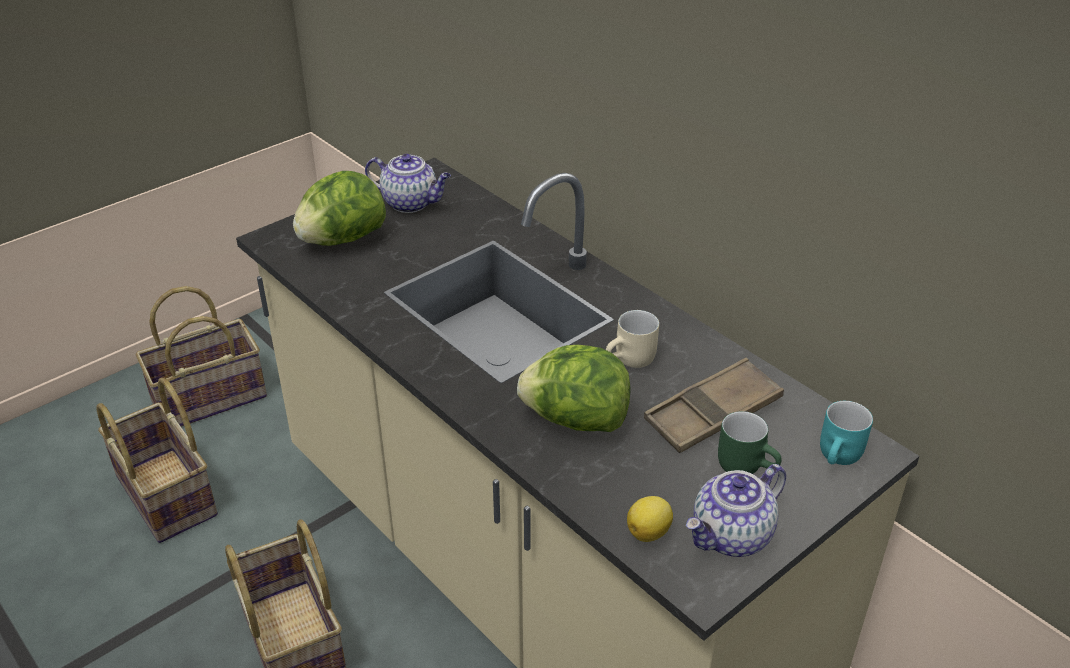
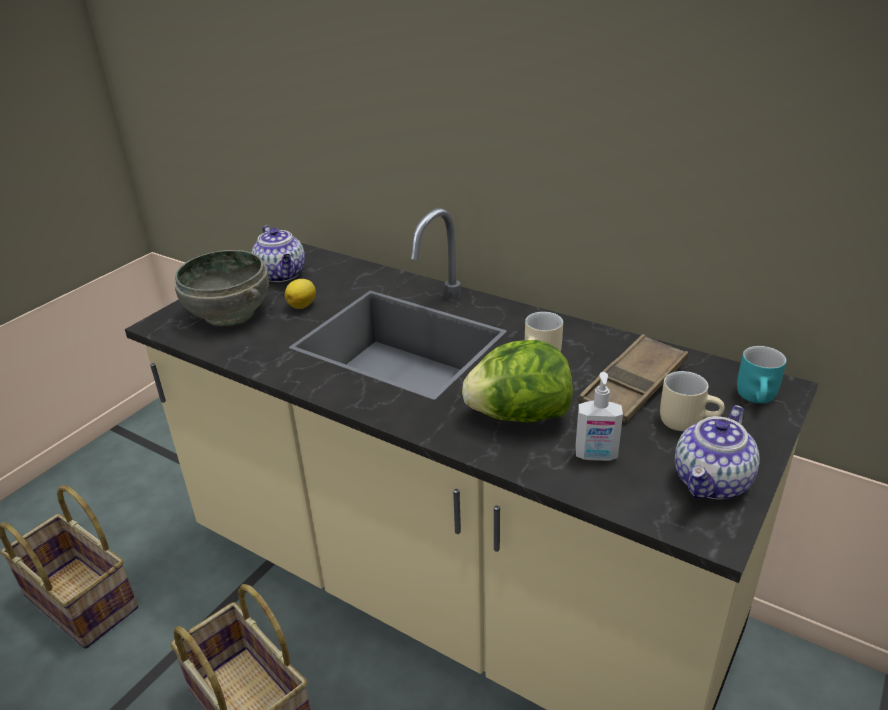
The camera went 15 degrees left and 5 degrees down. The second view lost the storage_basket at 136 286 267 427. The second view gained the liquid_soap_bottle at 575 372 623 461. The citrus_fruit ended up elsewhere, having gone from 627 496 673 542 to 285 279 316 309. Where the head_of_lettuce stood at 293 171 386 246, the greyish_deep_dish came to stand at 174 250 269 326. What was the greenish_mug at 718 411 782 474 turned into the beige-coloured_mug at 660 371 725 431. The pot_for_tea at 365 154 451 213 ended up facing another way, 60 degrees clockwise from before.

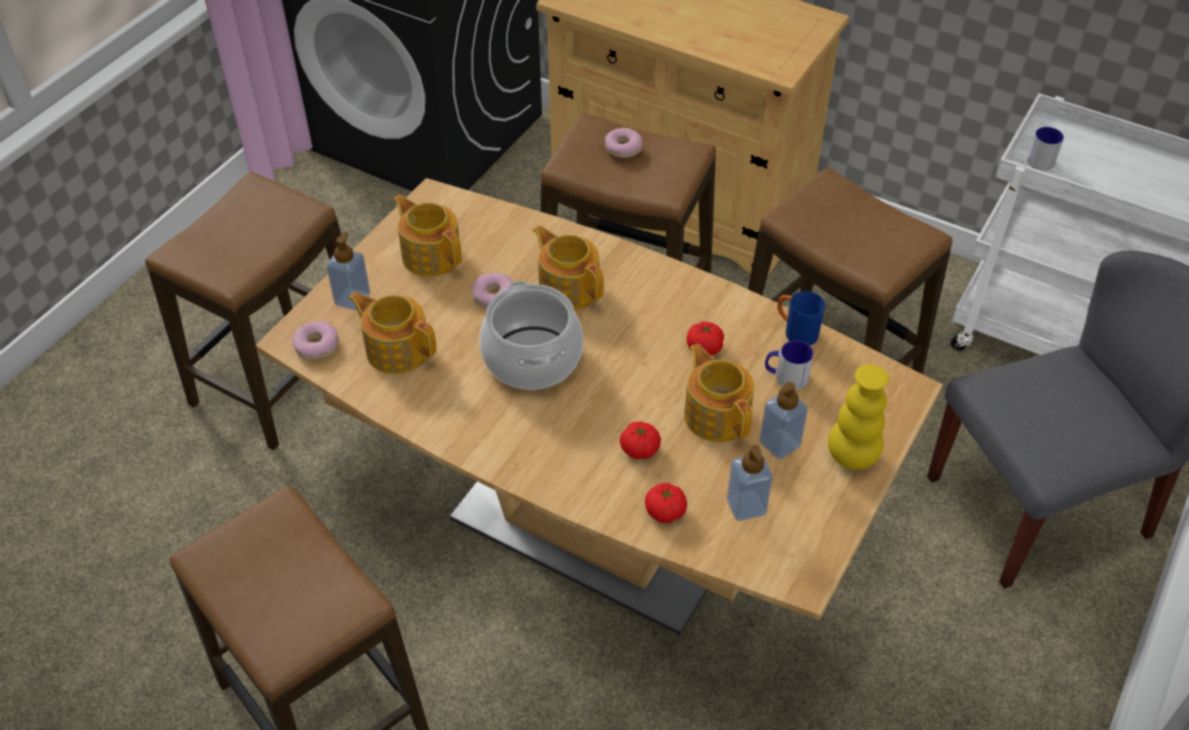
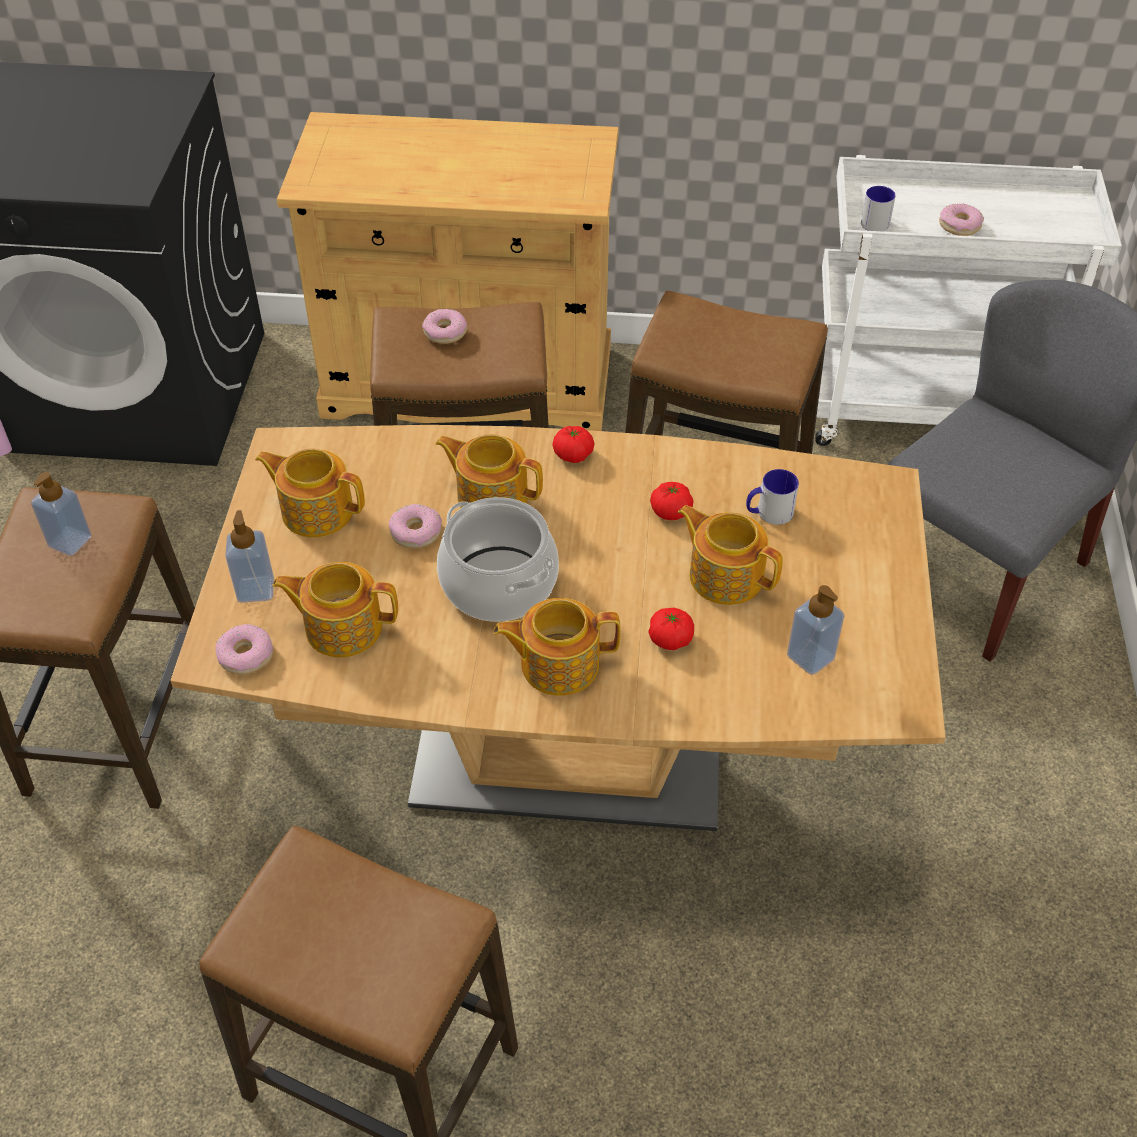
The camera went 25 degrees left and 0 degrees up. The second view lost the bluish_mug at 778 291 825 345. The second view lost the yellow_vase at 828 364 889 469. The second view gained the pot_for_tea at 493 598 621 696. The second view gained the donut at 939 203 984 236. The tomato ended up elsewhere, having gone from 645 483 687 523 to 552 426 594 463. The liquid_soap_bottle ended up elsewhere, having gone from 759 382 808 459 to 31 472 92 556.

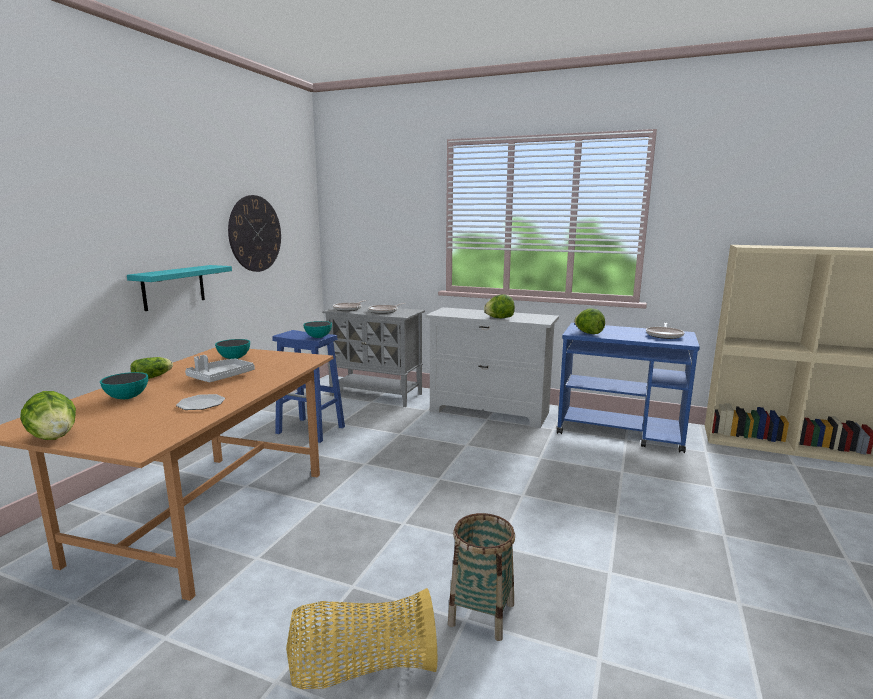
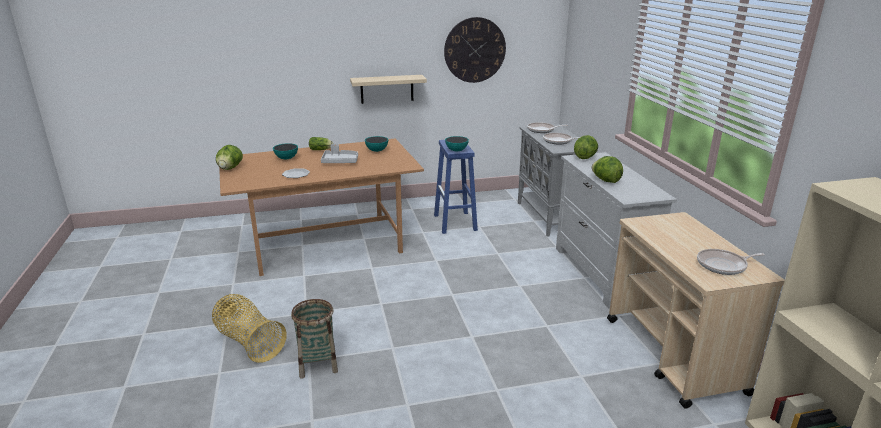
The camera went 55 degrees right and 10 degrees up. The head_of_lettuce ended up elsewhere, having gone from 574 308 605 334 to 574 135 598 159. What was the blue-green_wall_shelf at 127 265 232 311 turned into the beige-coloured_wall_shelf at 350 75 427 104. What was the bluish_trolley at 557 323 700 453 turned into the beige-coloured_trolley at 607 212 785 409.

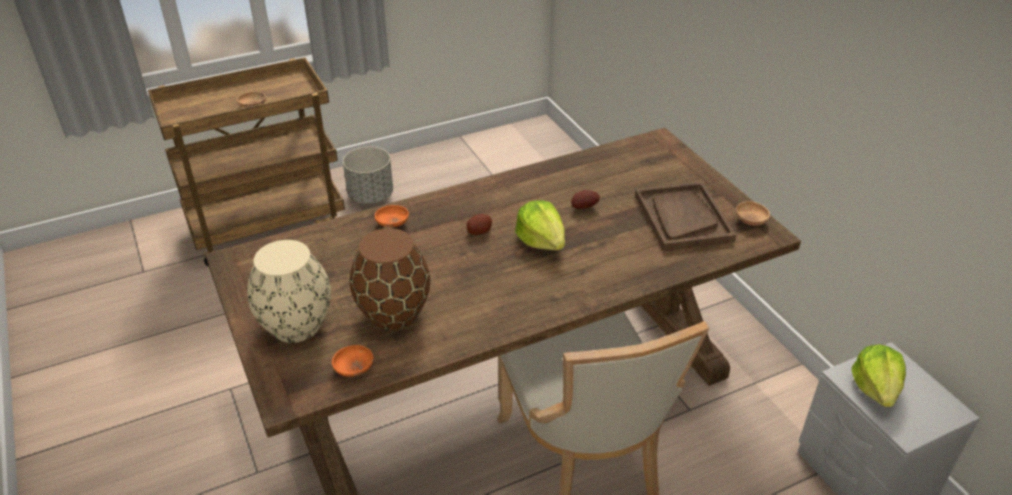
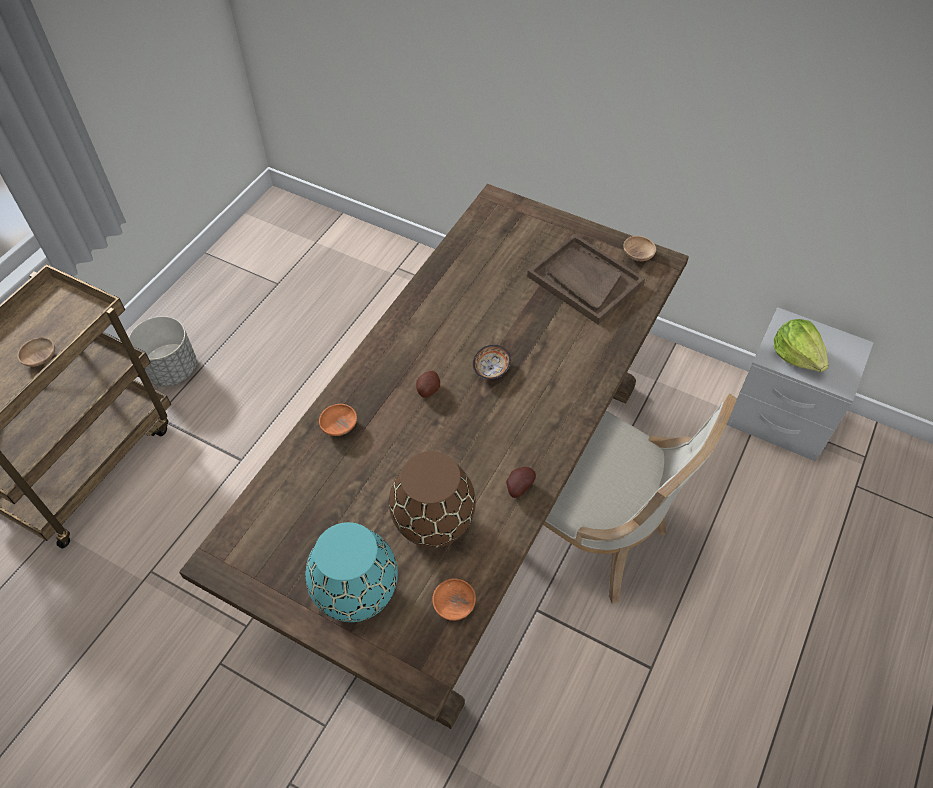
The camera went 35 degrees left and 15 degrees up. The whole_potato ended up elsewhere, having gone from 571 190 600 209 to 506 467 536 498. Where the head_of_lettuce stood at 515 200 565 250, the deep_dish came to stand at 473 345 511 380. What was the beige-coloured_vase at 247 240 331 343 turned into the blue-green_vase at 305 522 398 622.

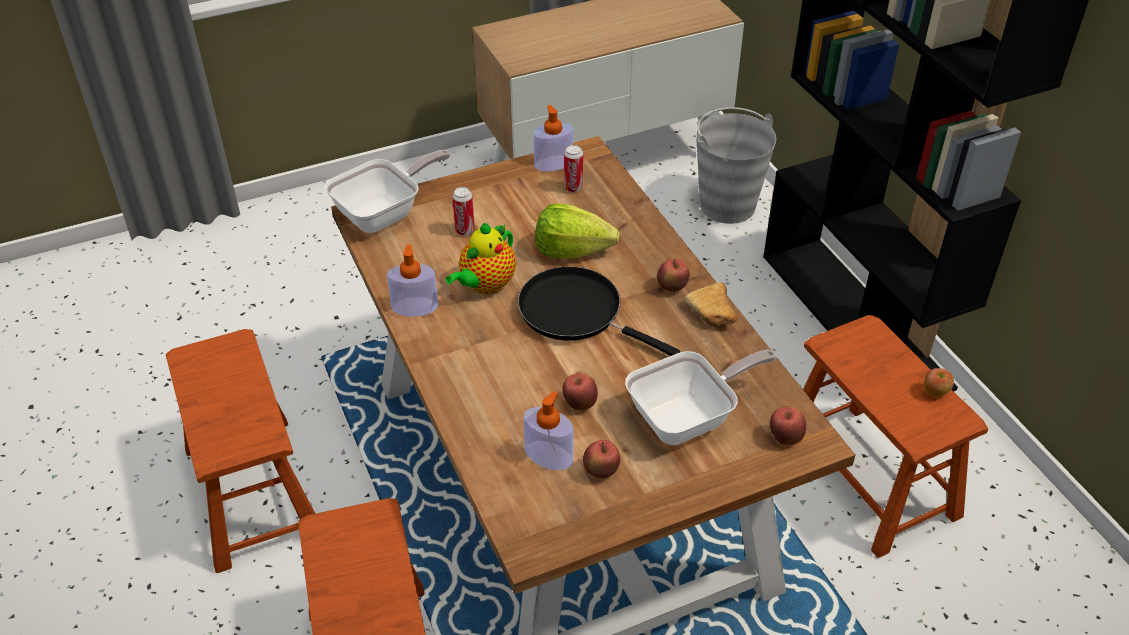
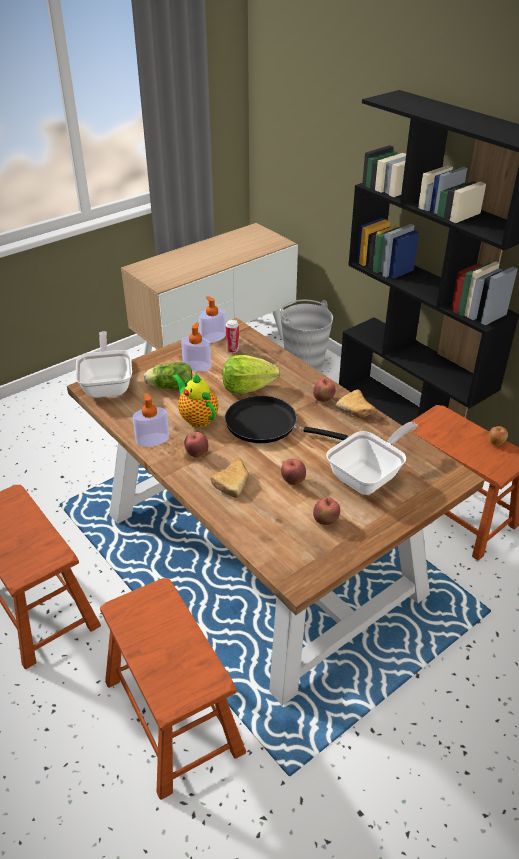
The camera went 15 degrees left and 5 degrees down. The second view gained the bread at 210 458 249 498. The liquid_soap_bottle ended up elsewhere, having gone from 524 391 573 470 to 181 323 211 371. The whole_apple ended up elsewhere, having gone from 770 406 806 445 to 184 432 208 458. Where the sealed_can stood at 452 187 475 236, the head_of_lettuce came to stand at 144 362 193 389. The skillet at 325 150 450 233 ended up facing another way, 45 degrees counterclockwise from before. The pot_for_tea at 445 223 516 295 ended up facing another way, 120 degrees clockwise from before.

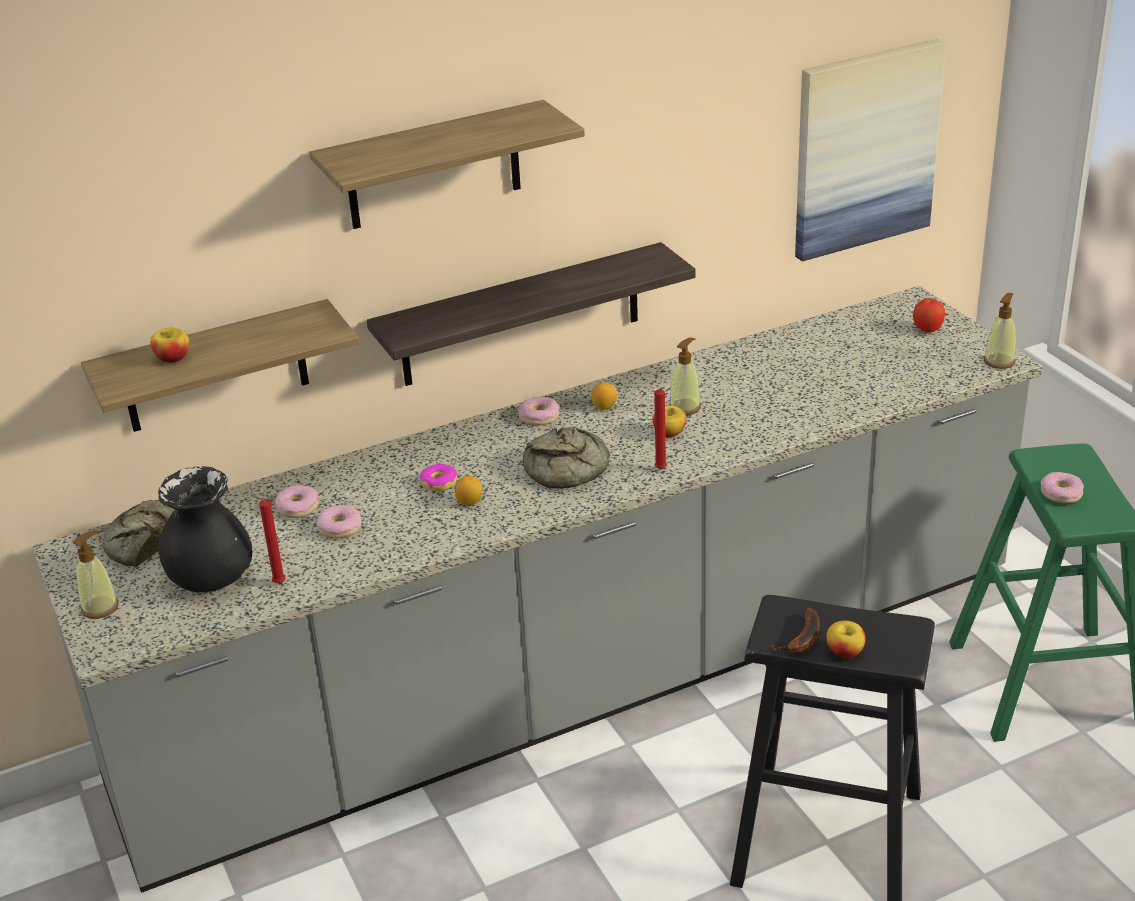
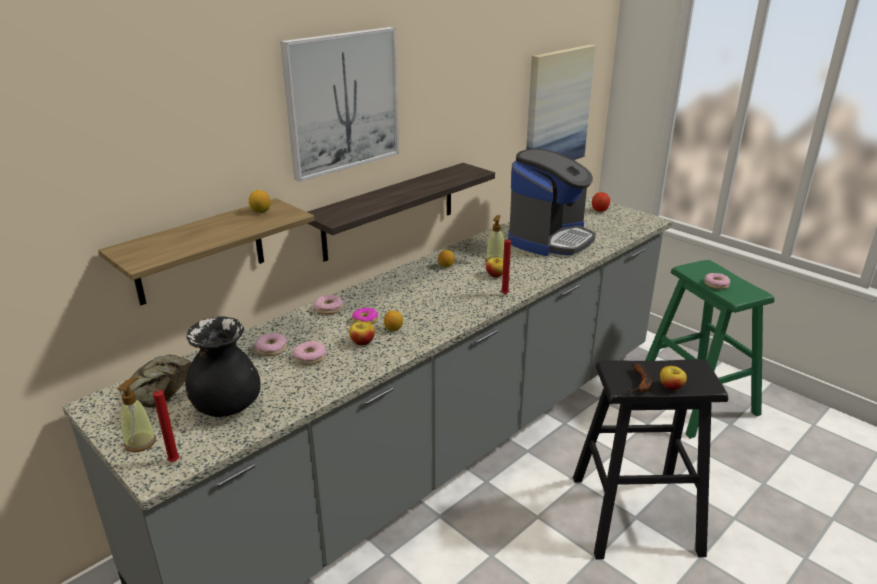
The camera went 20 degrees left and 5 degrees down. The second view lost the bread at 523 427 609 489. The second view lost the liquid_soap_bottle at 984 293 1016 369. The second view gained the citrus_fruit at 249 190 270 213. The second view gained the coffee_machine at 508 149 596 256. The whole_apple ended up elsewhere, having gone from 150 328 189 363 to 349 322 375 345. The red-coloured_wax_light ended up elsewhere, having gone from 251 495 286 584 to 145 387 180 462. The donut ended up elsewhere, having gone from 518 397 559 426 to 314 295 343 315. Where the wall_shelf hung at 309 100 585 229, the wall_art came to hang at 280 27 399 181.

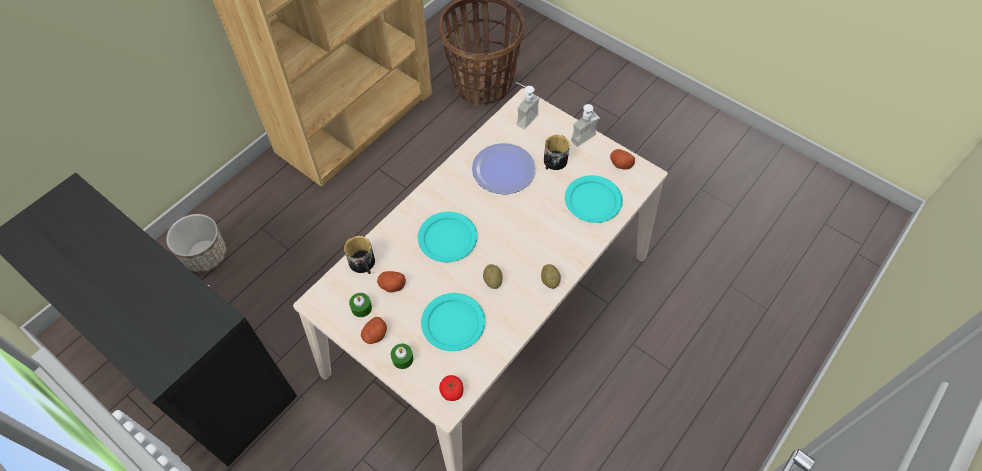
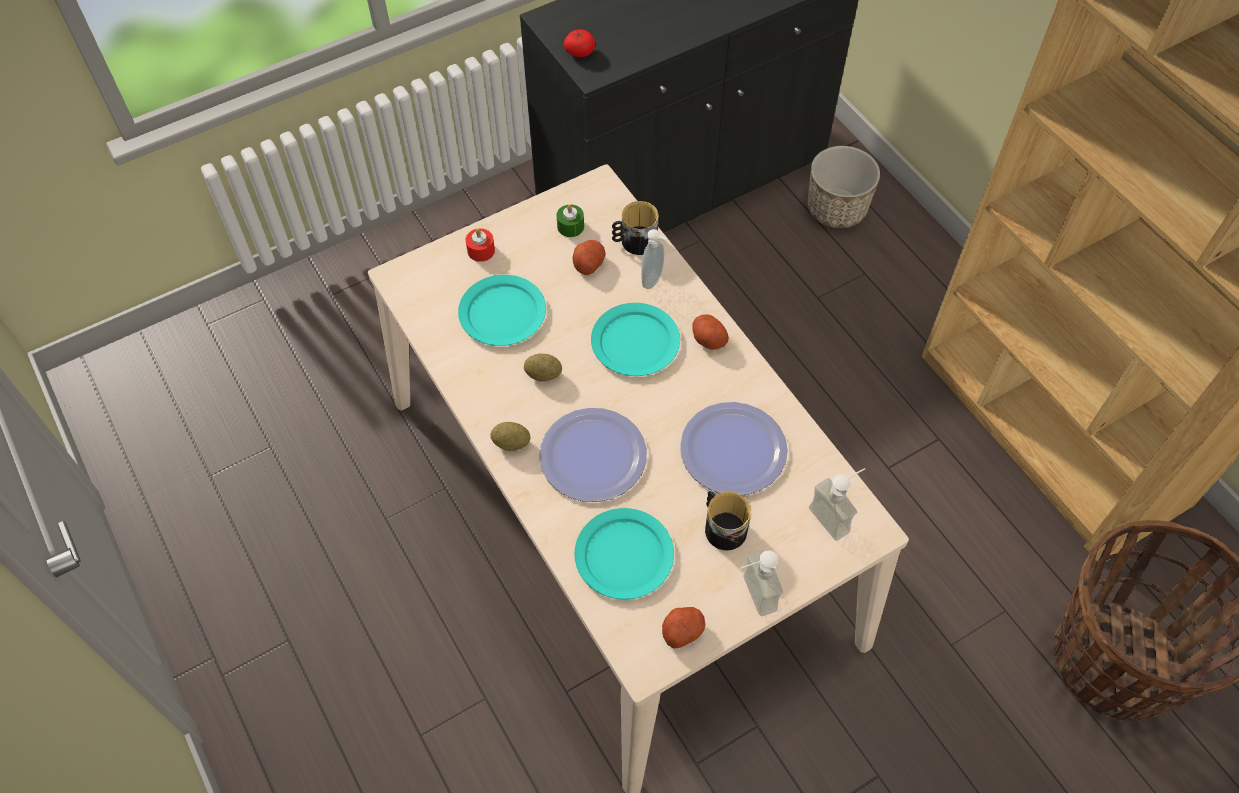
The camera went 110 degrees right and 0 degrees up. The second view gained the plate at 539 408 647 502. The second view gained the liquid_soap_bottle at 641 229 667 289. The whole_potato ended up elsewhere, having gone from 361 317 387 344 to 693 314 729 350. The tomato ended up elsewhere, having gone from 439 375 463 401 to 564 29 595 57. What was the greenish_wax_light at 391 344 413 369 turned into the red-coloured_wax_light at 466 229 495 262.

